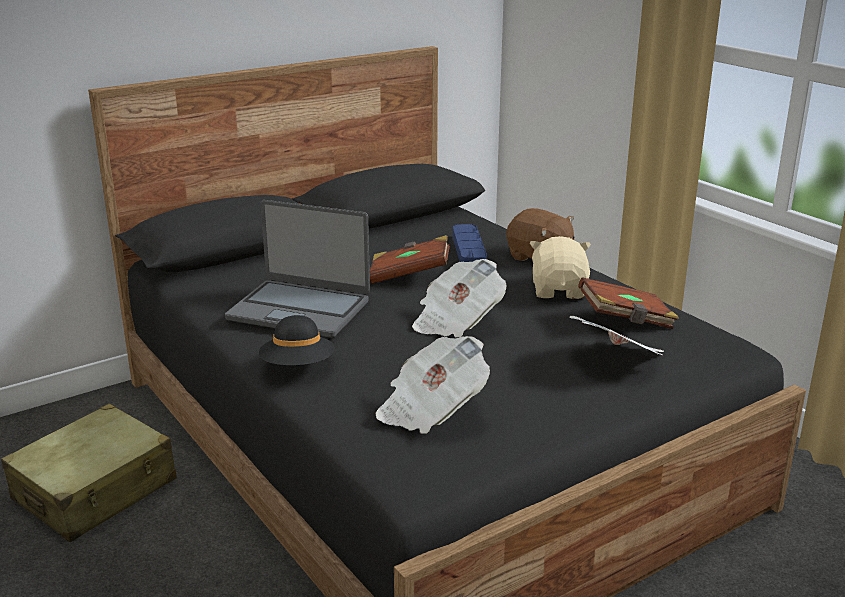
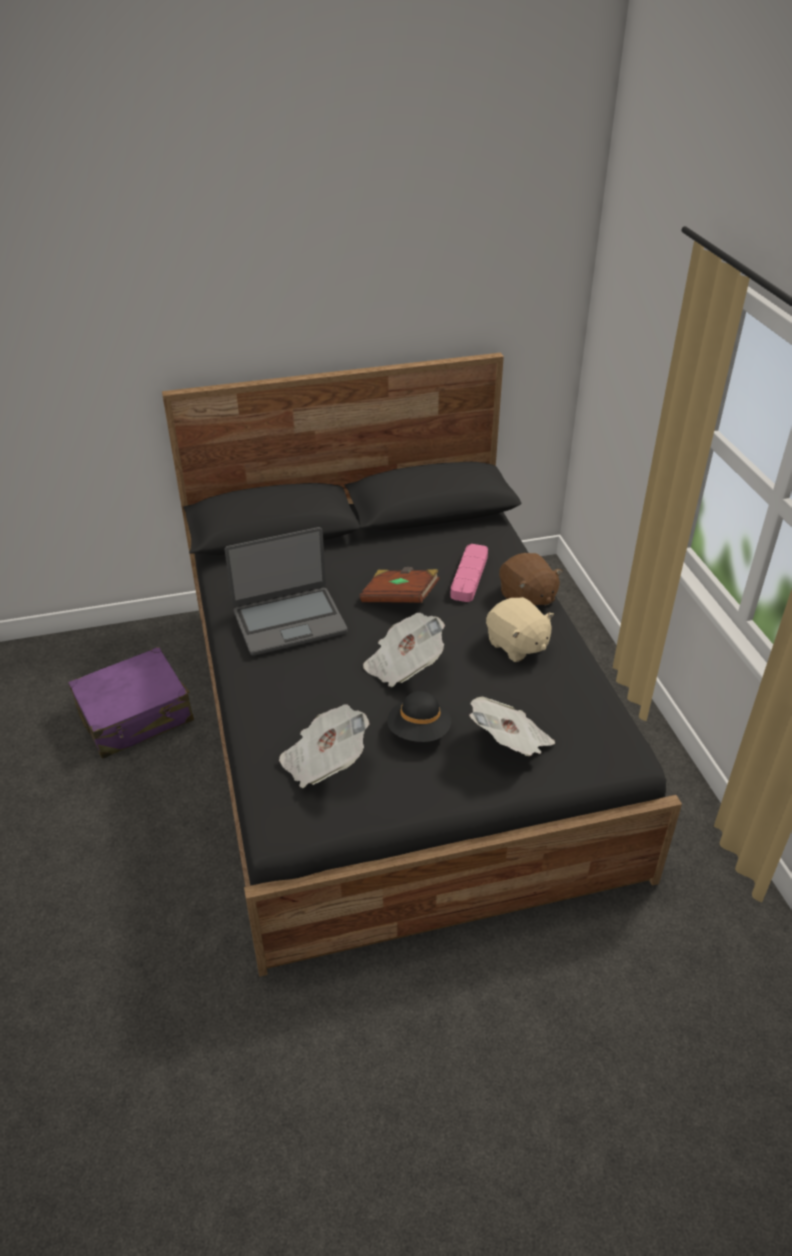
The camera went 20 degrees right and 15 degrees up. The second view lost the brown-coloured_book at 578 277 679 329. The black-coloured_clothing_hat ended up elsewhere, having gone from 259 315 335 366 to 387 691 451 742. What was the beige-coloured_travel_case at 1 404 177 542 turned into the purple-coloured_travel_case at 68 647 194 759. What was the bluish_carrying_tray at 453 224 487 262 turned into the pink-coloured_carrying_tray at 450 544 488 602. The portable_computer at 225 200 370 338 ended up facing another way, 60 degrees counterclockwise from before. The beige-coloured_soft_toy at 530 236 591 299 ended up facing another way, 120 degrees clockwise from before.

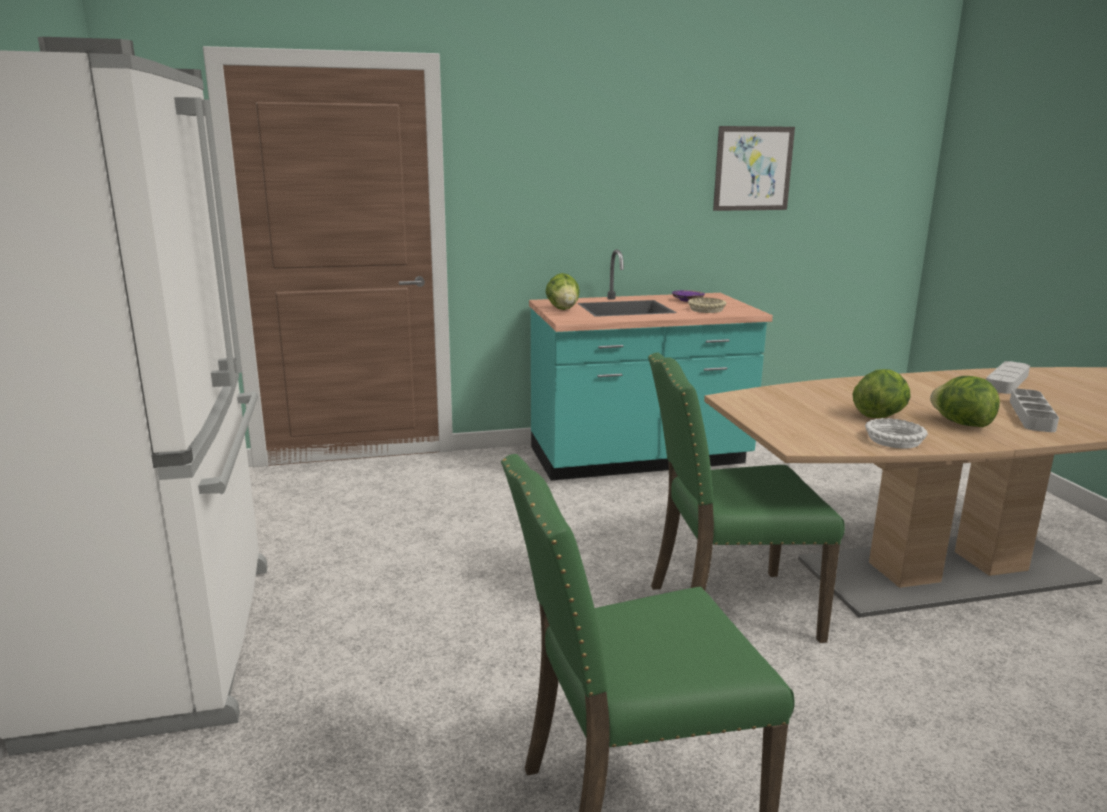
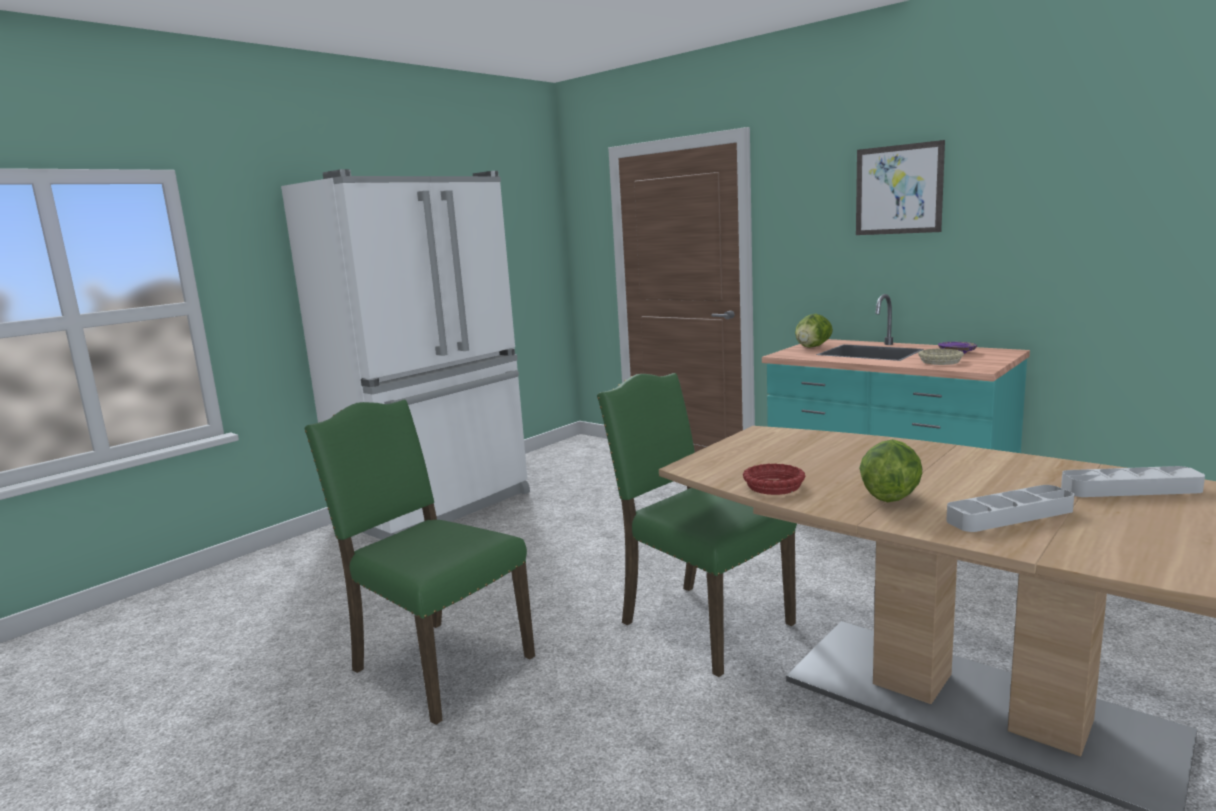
The camera went 55 degrees right and 5 degrees down. The second view lost the head_of_lettuce at 852 369 911 418. The wall_art ended up elsewhere, having gone from 713 126 795 211 to 856 140 945 235. What was the white_deep_dish at 865 418 928 449 turned into the red-coloured_deep_dish at 743 463 806 495.

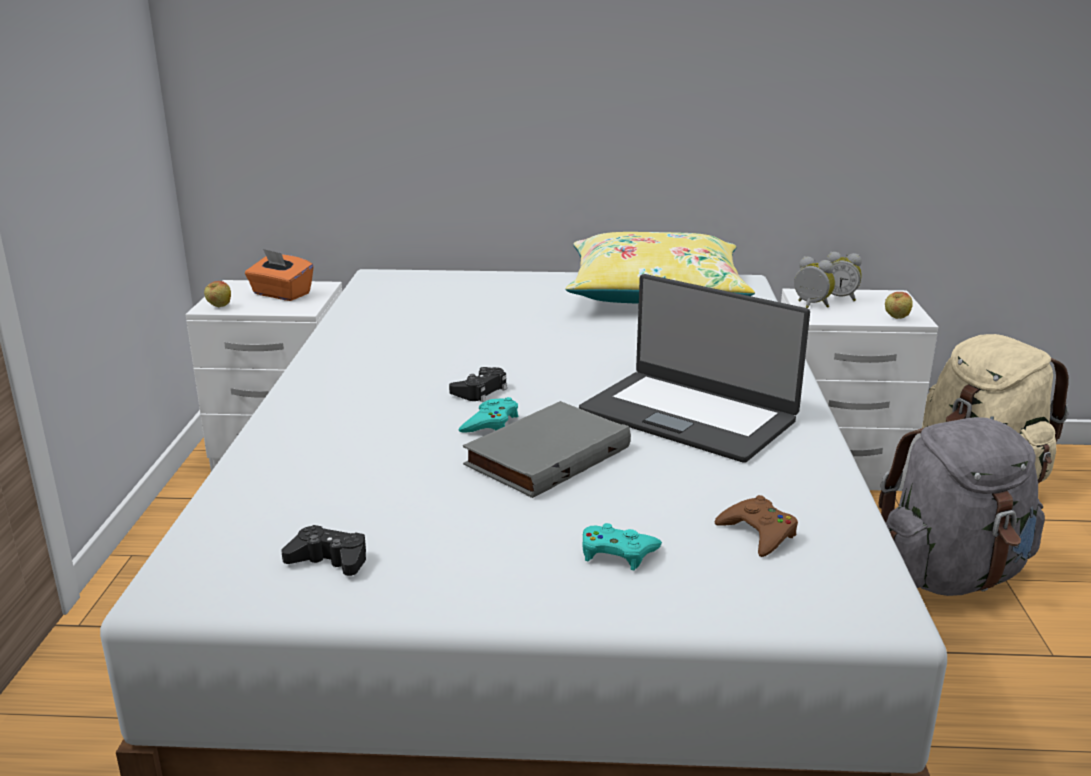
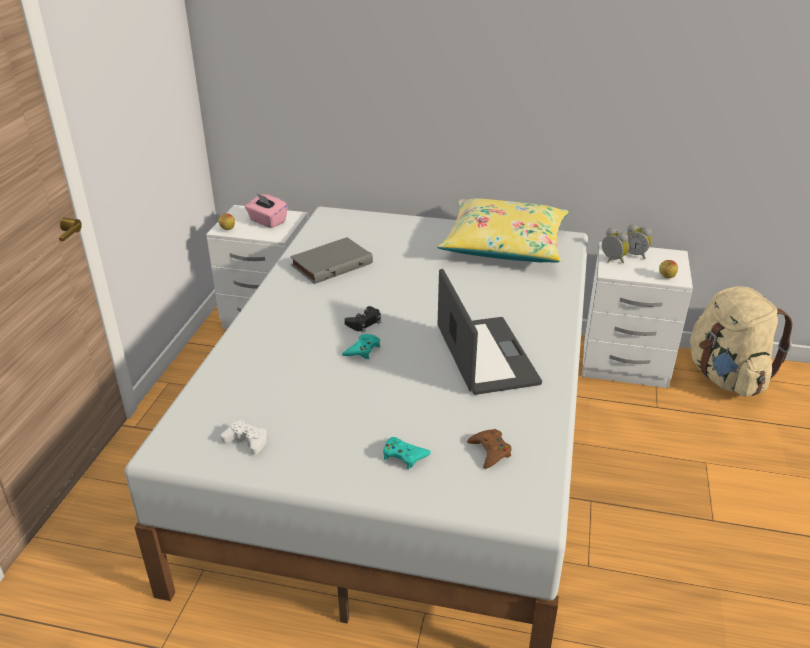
The camera went 10 degrees right and 10 degrees up. The second view lost the greyish_knapsack at 879 417 1045 596. The greyish_book ended up elsewhere, having gone from 463 401 631 498 to 290 237 373 284. What was the orange-coloured_tissue_box at 245 249 314 301 turned into the pink-coloured_tissue_box at 245 193 288 228. What was the black-coloured_game_controller at 281 525 366 576 turned into the white_game_controller at 221 420 267 454. The portable_computer at 579 274 810 463 ended up facing another way, 150 degrees counterclockwise from before.

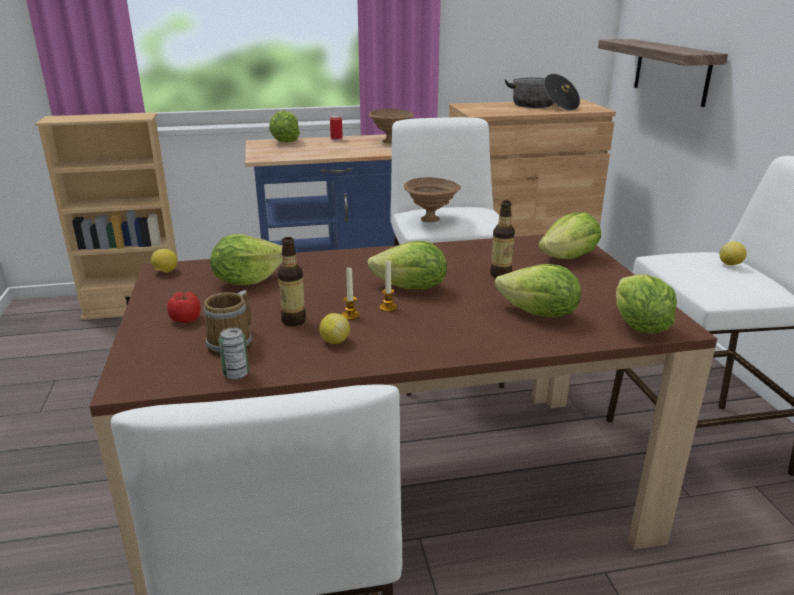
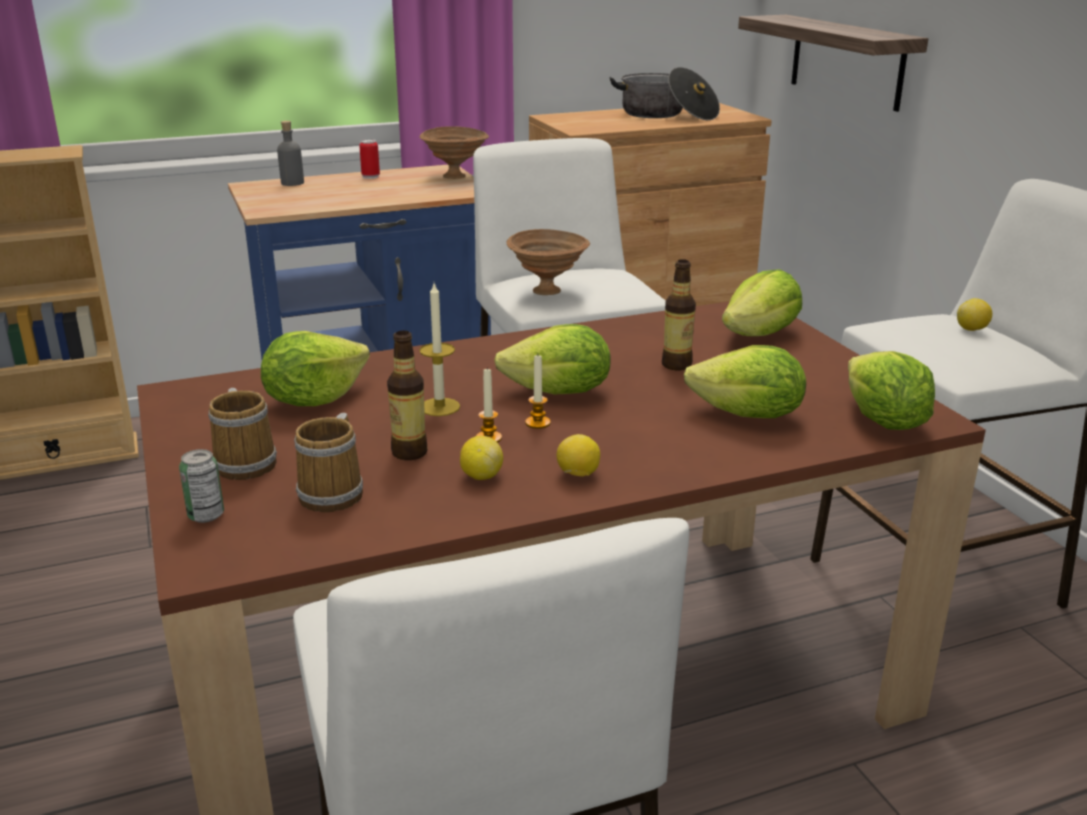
The camera went 10 degrees left and 0 degrees up. The second view gained the wax_light at 419 283 460 416. The citrus_fruit ended up elsewhere, having gone from 151 249 177 273 to 557 434 600 476. The sealed_can ended up elsewhere, having gone from 219 328 249 380 to 179 449 224 523. Where the tomato stood at 167 292 201 323, the mug came to stand at 208 388 277 480. Where the head_of_lettuce stood at 269 111 300 143, the greyish_bottle came to stand at 277 121 304 186.

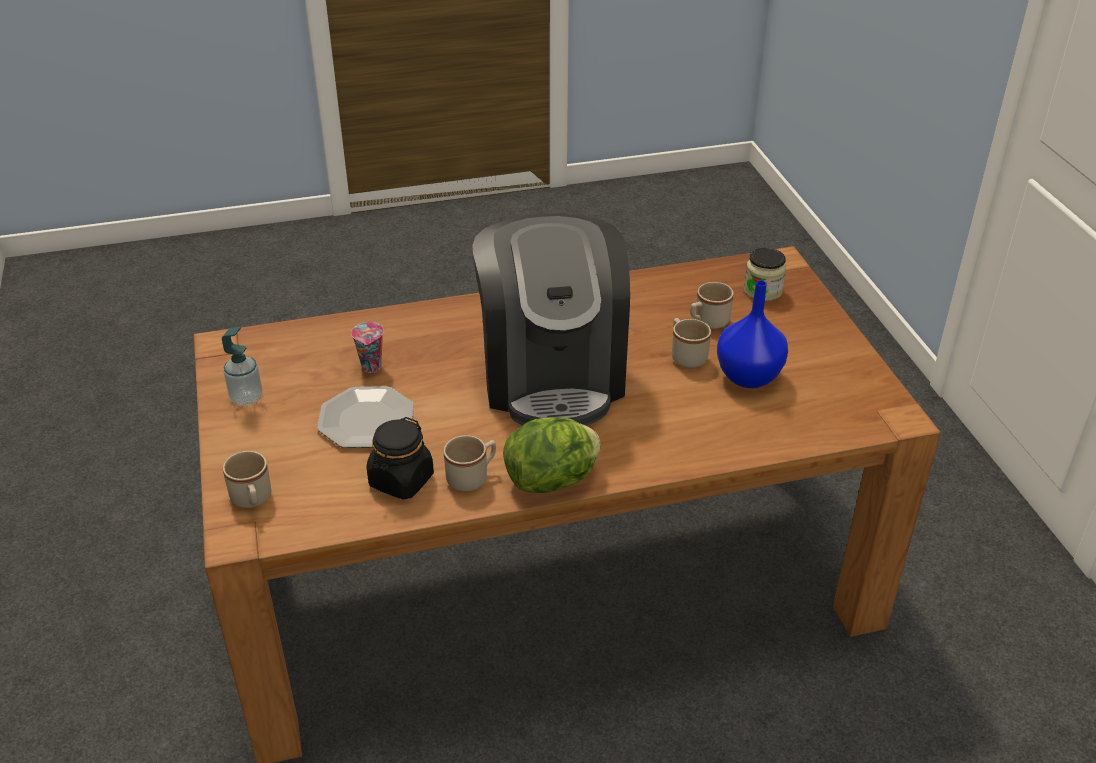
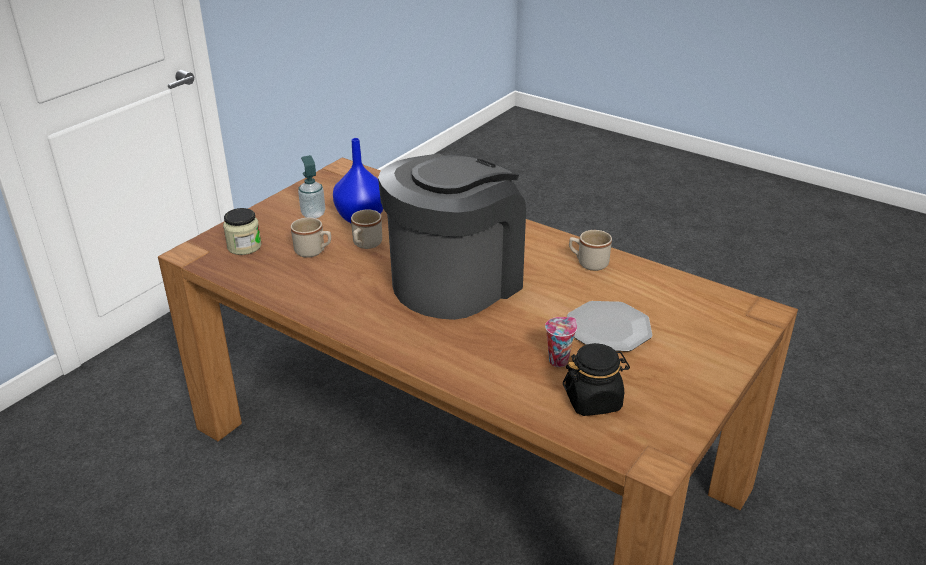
The camera went 130 degrees left and 5 degrees down. The second view lost the beige-coloured_mug at 223 451 271 508. The second view lost the head_of_lettuce at 503 417 600 493. The liquid_soap_bottle ended up elsewhere, having gone from 222 327 262 406 to 298 155 325 218. The black-coloured_preserve_jar ended up elsewhere, having gone from 366 417 434 499 to 563 343 630 416.

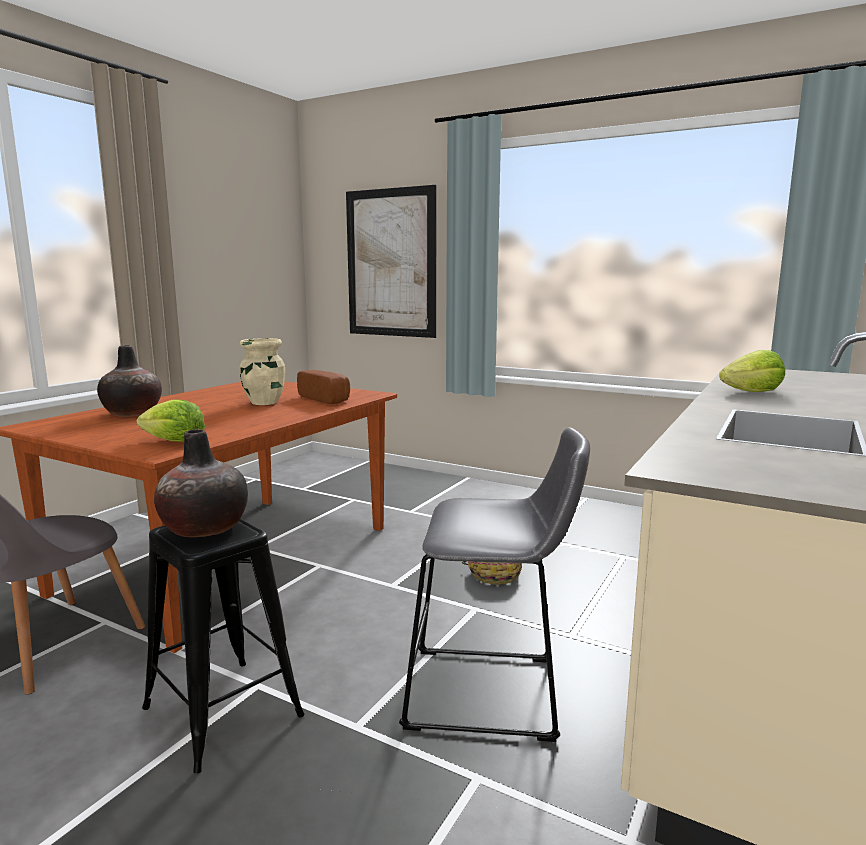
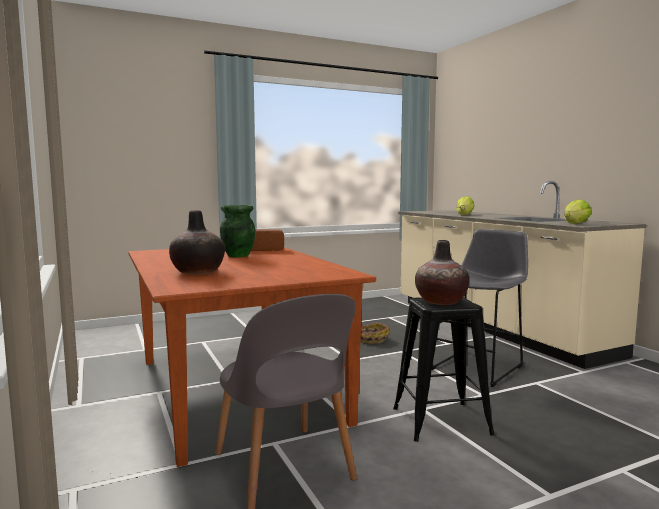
The camera went 55 degrees left and 5 degrees down. The second view lost the wall_art at 346 185 436 338. The head_of_lettuce ended up elsewhere, having gone from 136 399 205 442 to 564 200 592 224. What was the beige-coloured_vase at 239 338 285 405 turned into the greenish_vase at 220 205 255 258.

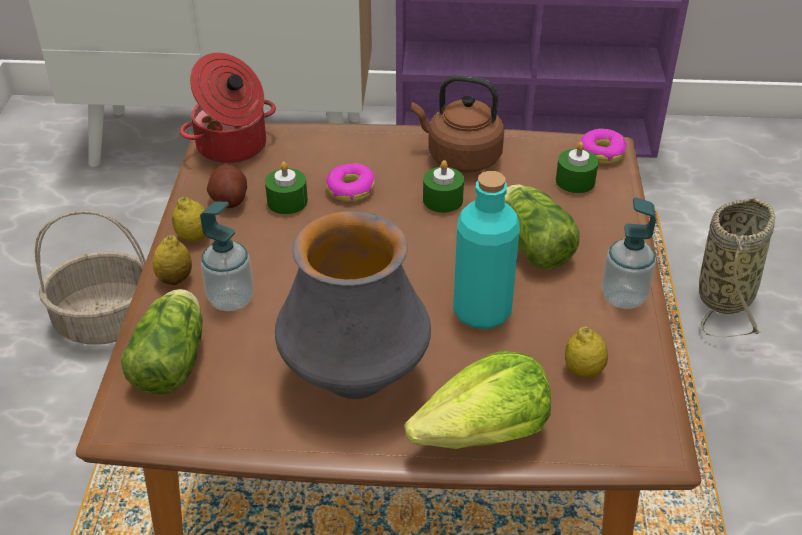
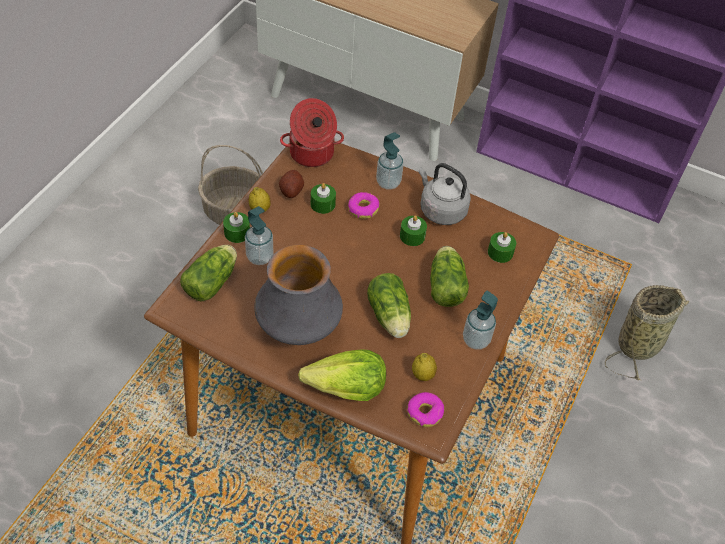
The camera went 20 degrees right and 10 degrees up. The second view gained the liquid_soap_bottle at 376 132 404 190. The donut ended up elsewhere, having gone from 580 129 627 164 to 407 392 444 427. Where the citrus_fruit stood at 153 235 192 285, the greenish_wax_light came to stand at 223 212 250 243. Where the blue-green_bottle stood at 453 171 520 329, the head_of_lettuce came to stand at 367 273 411 338. What was the brown-coloured_kettle at 411 75 504 173 turned into the greyish_kettle at 418 163 471 225.

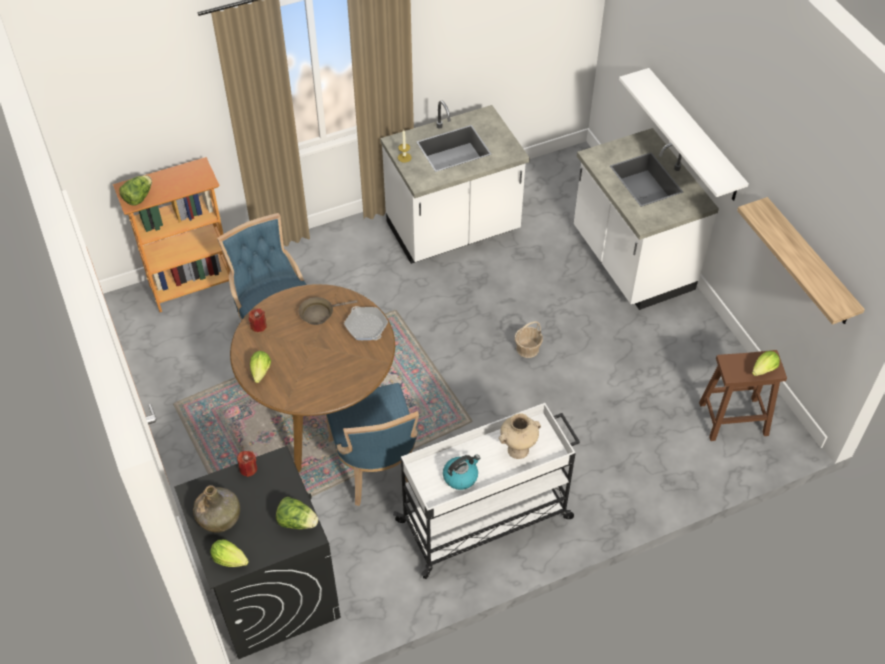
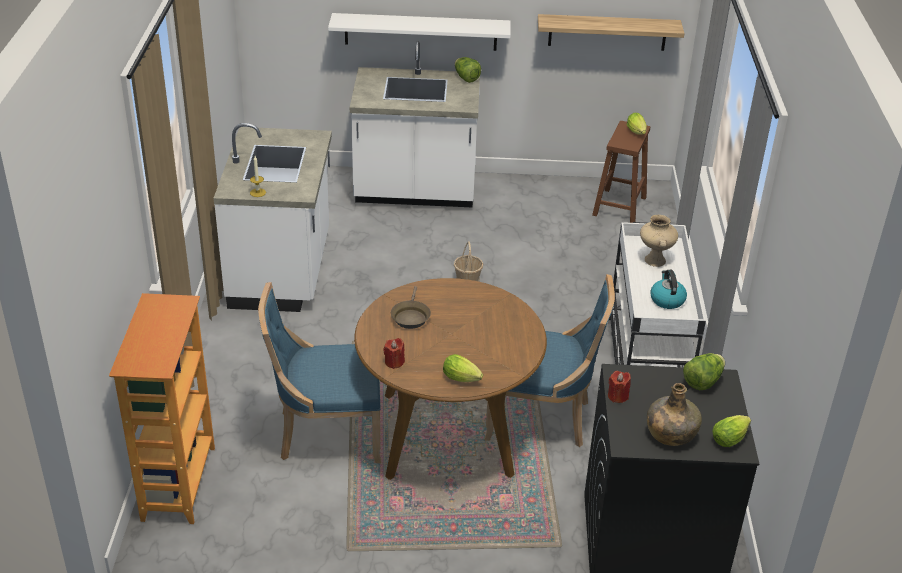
The camera went 65 degrees left and 15 degrees down. The second view lost the skillet at 344 306 388 340. The head_of_lettuce ended up elsewhere, having gone from 119 175 152 206 to 455 57 481 83.

